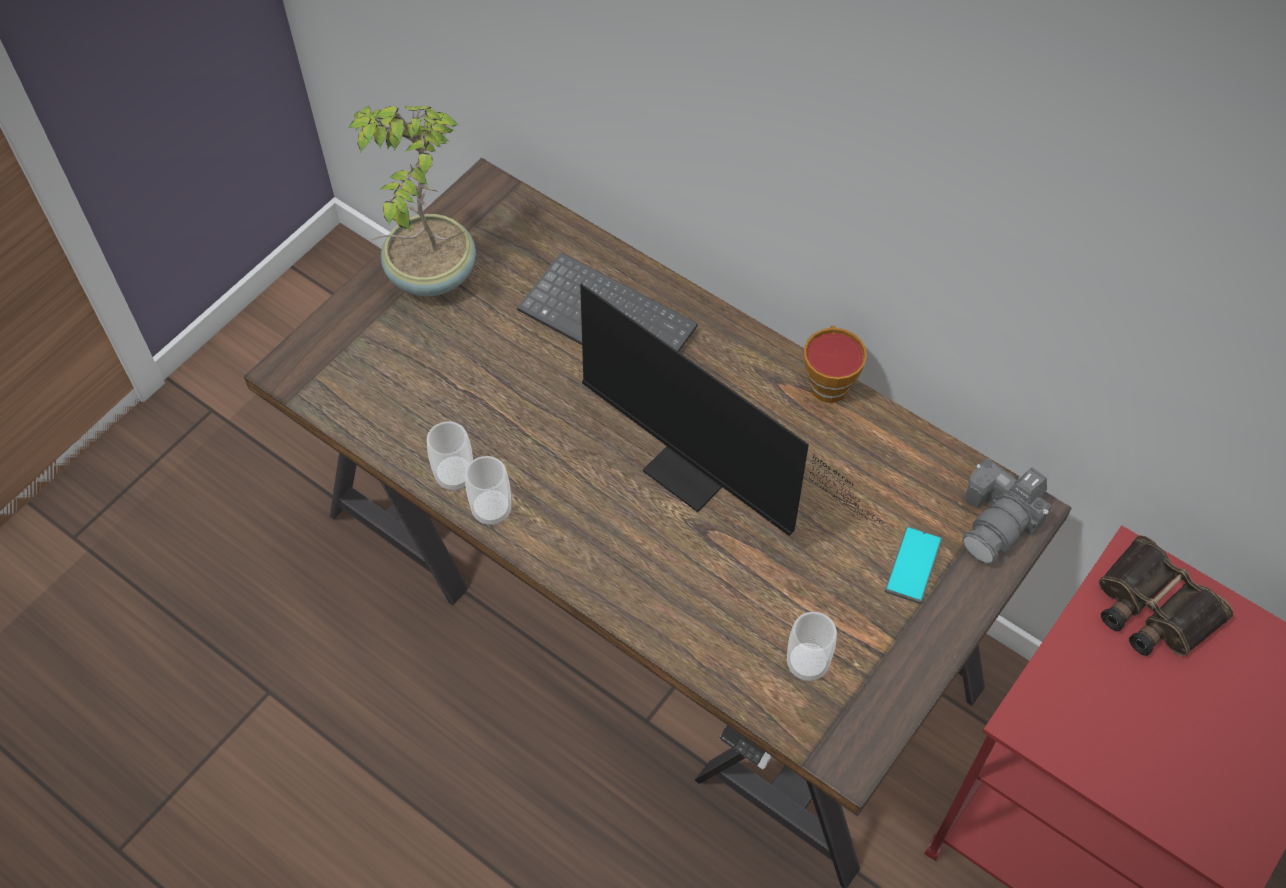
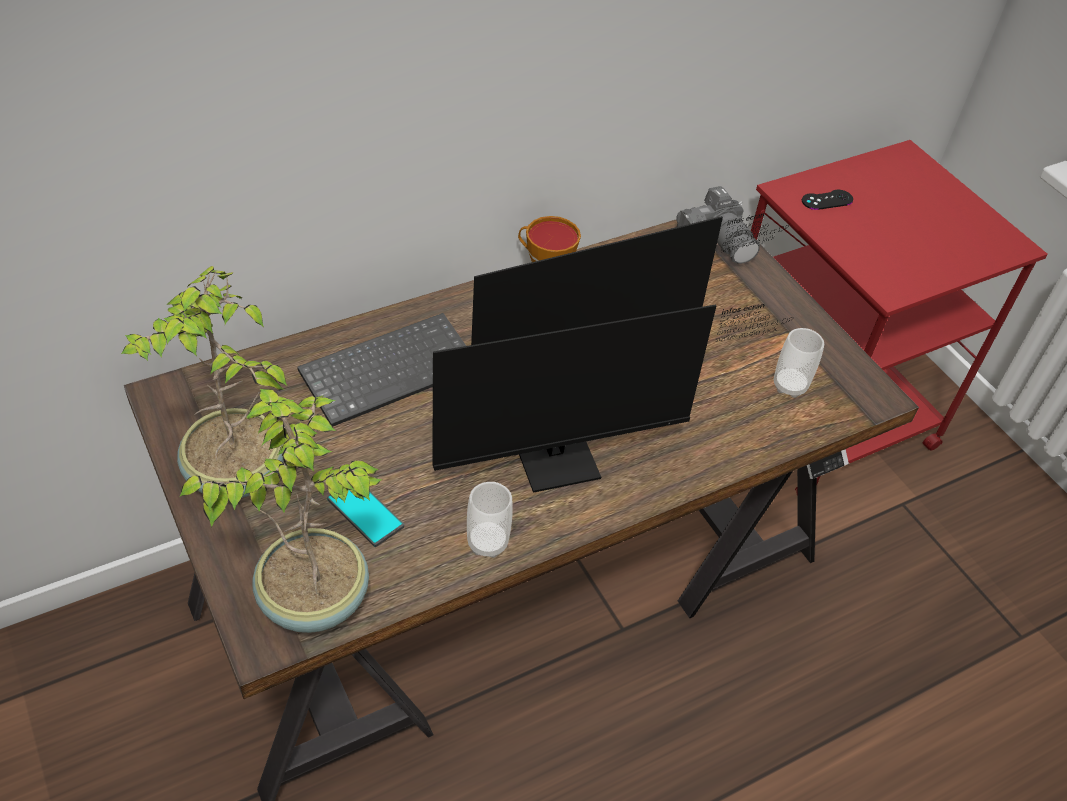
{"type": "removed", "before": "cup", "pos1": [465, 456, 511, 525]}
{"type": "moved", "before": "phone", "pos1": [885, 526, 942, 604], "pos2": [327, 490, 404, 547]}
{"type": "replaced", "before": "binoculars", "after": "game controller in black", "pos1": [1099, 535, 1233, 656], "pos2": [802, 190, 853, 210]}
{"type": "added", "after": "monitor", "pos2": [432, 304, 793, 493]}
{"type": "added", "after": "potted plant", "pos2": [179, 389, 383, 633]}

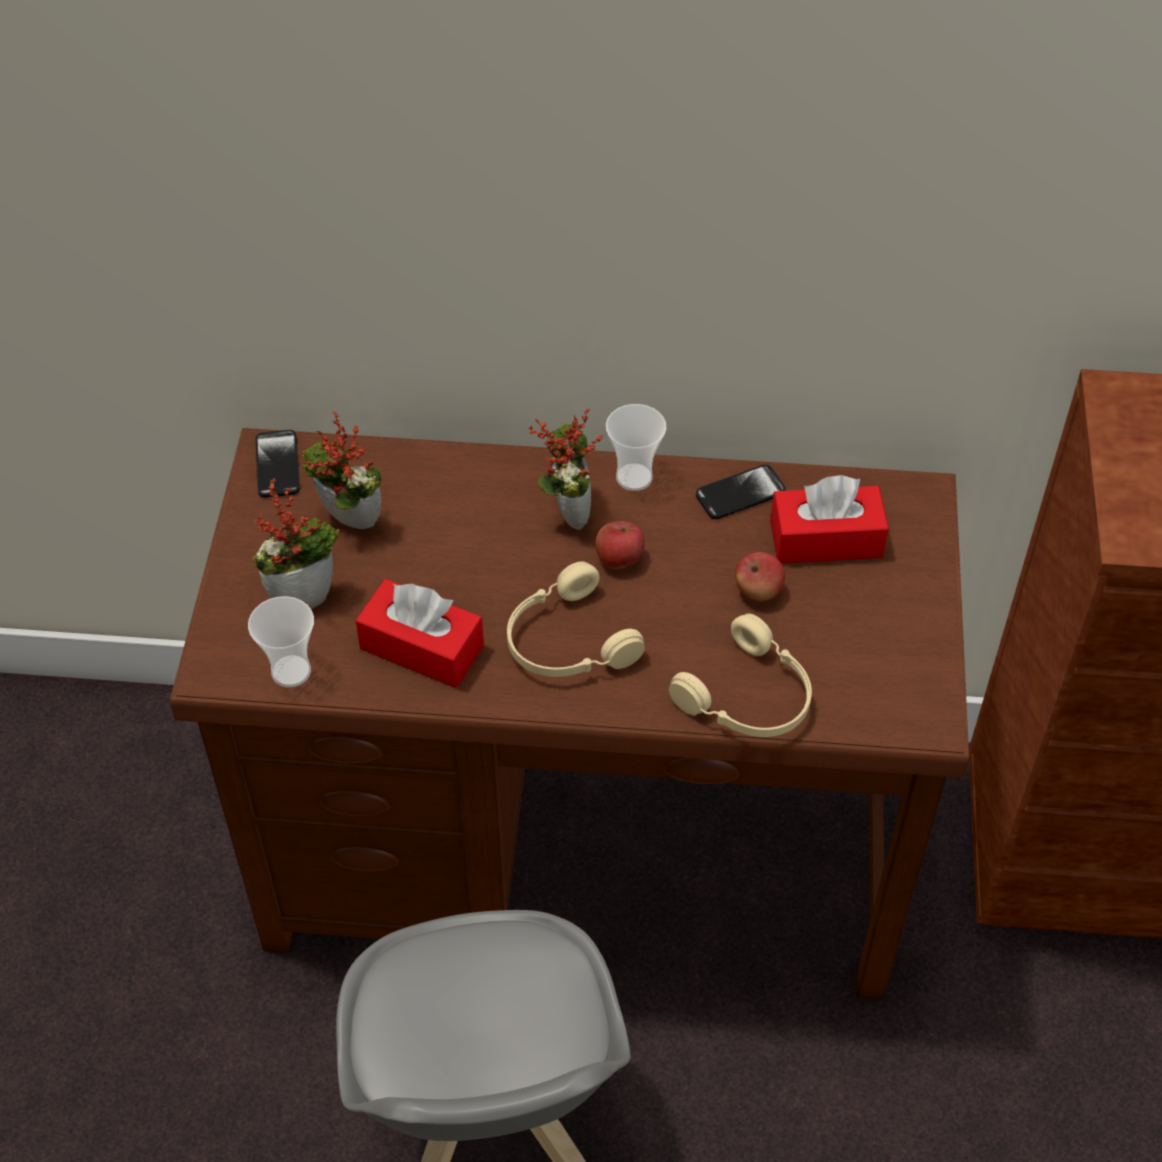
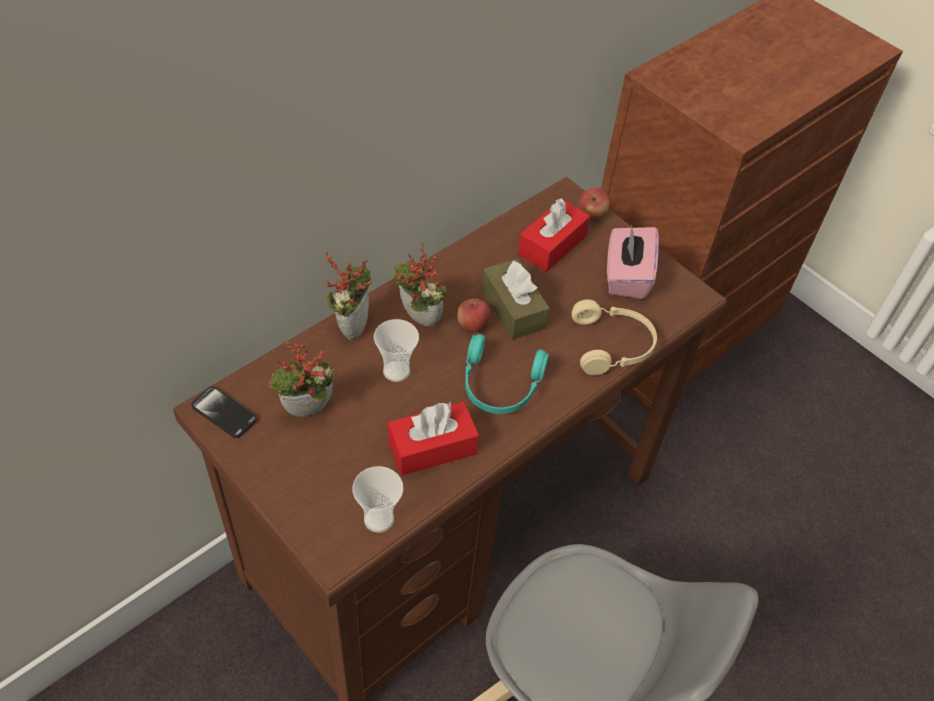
{"type": "moved", "before": "cup", "pos1": [606, 404, 666, 491], "pos2": [374, 319, 419, 382]}
{"type": "removed", "before": "phone", "pos1": [696, 464, 786, 519]}
{"type": "moved", "before": "potted plant", "pos1": [253, 479, 340, 609], "pos2": [325, 251, 372, 340]}
{"type": "moved", "before": "apple", "pos1": [735, 552, 785, 602], "pos2": [579, 188, 610, 218]}
{"type": "recoloured", "before": "headphones in beige", "after": "headphones in turquoise", "pos1": [507, 561, 645, 677], "pos2": [465, 334, 549, 414]}
{"type": "added", "after": "tissue box in pink", "pos2": [607, 226, 659, 299]}
{"type": "added", "after": "tissue box in brown", "pos2": [482, 259, 550, 340]}

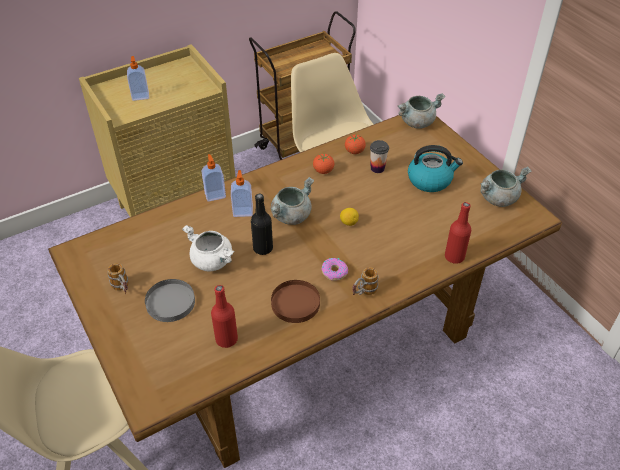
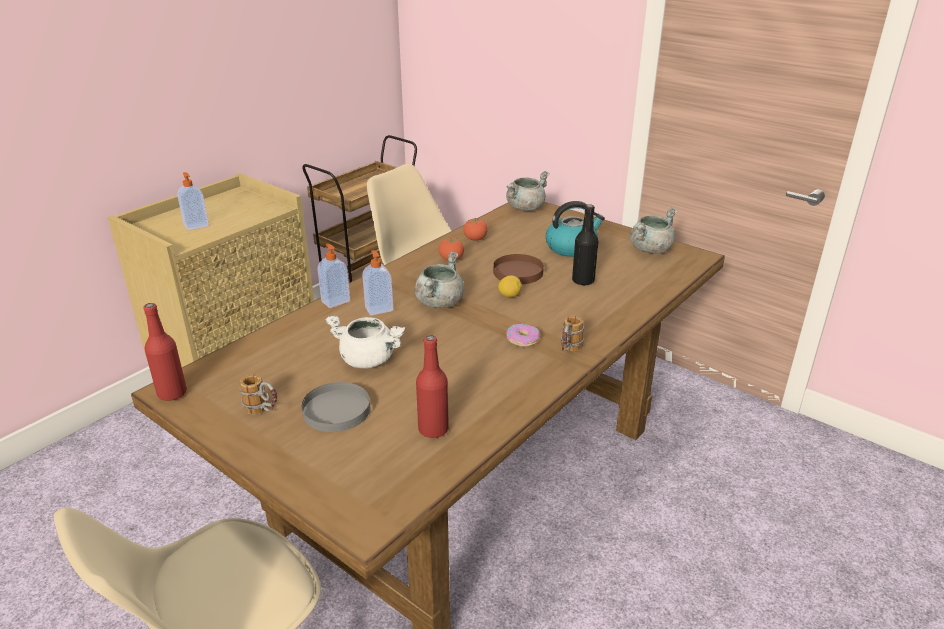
{"type": "removed", "before": "cup", "pos1": [370, 140, 389, 173]}
{"type": "moved", "before": "bottle in black", "pos1": [251, 194, 273, 255], "pos2": [572, 204, 598, 285]}
{"type": "moved", "before": "bottle in red", "pos1": [445, 202, 471, 264], "pos2": [143, 303, 187, 401]}
{"type": "moved", "before": "plate in brown", "pos1": [271, 280, 320, 323], "pos2": [493, 254, 544, 284]}

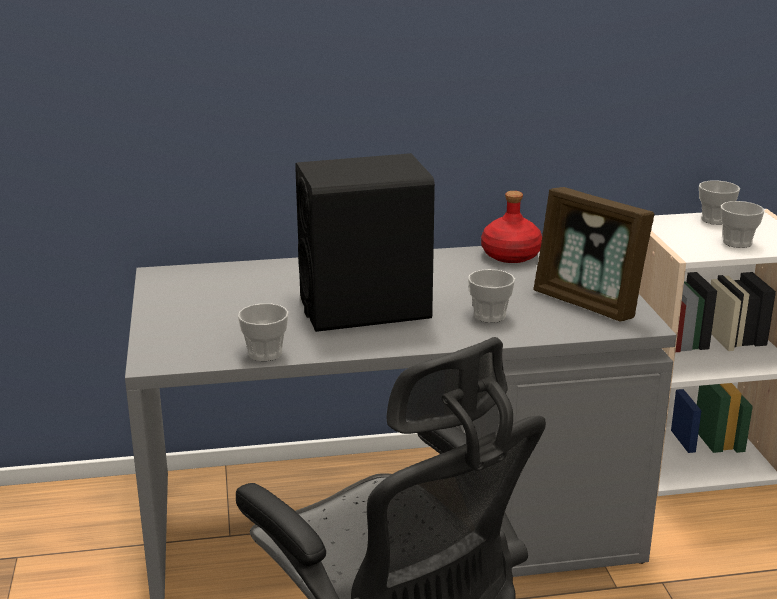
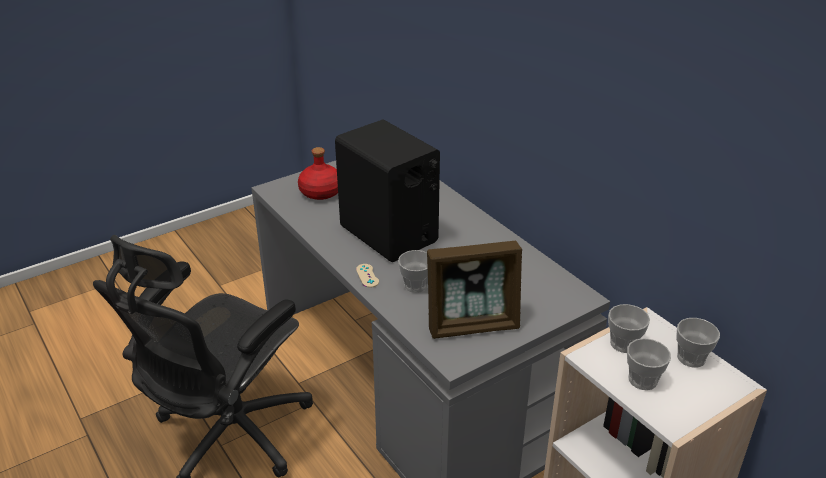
{"type": "turned", "before": "picture frame", "pos1": [533, 187, 655, 322], "pos2": [427, 241, 522, 339], "turn": -120}
{"type": "moved", "before": "bottle in red", "pos1": [481, 191, 542, 263], "pos2": [298, 147, 338, 200]}
{"type": "moved", "before": "cup", "pos1": [238, 303, 289, 361], "pos2": [608, 304, 650, 353]}
{"type": "added", "after": "game controller in beige", "pos2": [356, 264, 379, 288]}

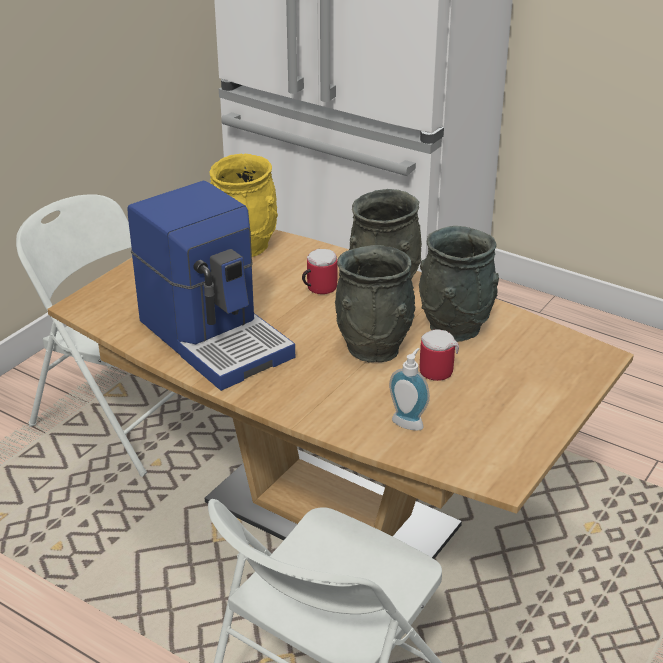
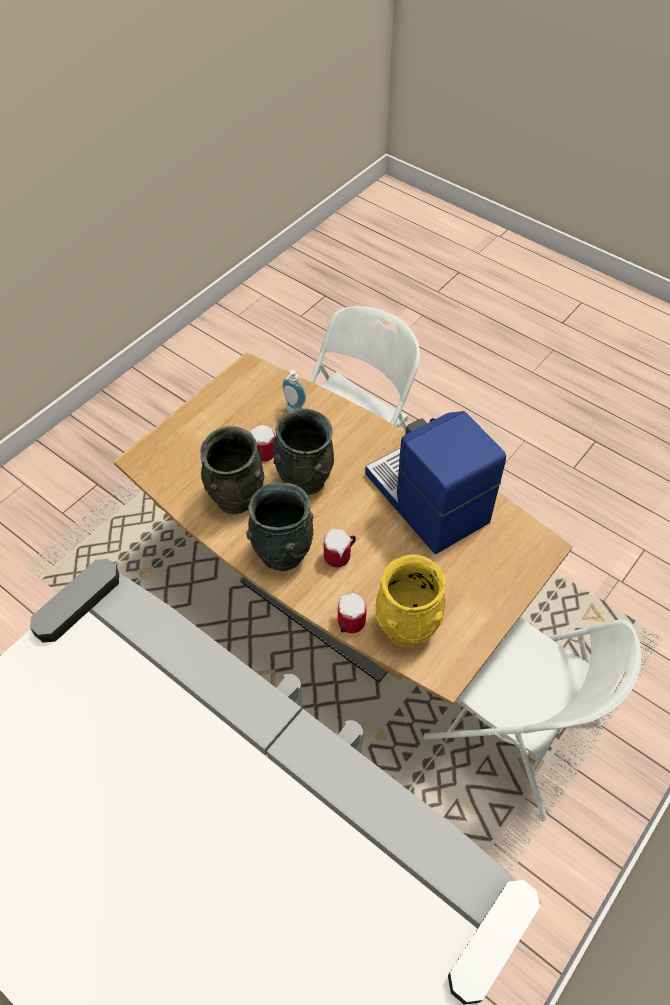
{"type": "added", "after": "mug", "pos2": [338, 593, 366, 633]}

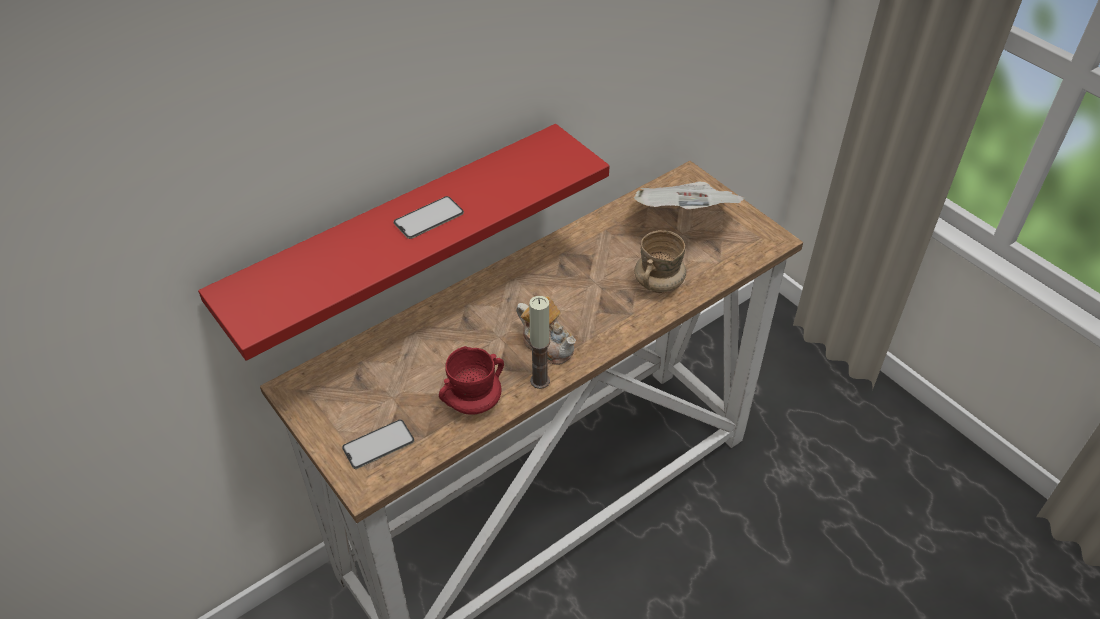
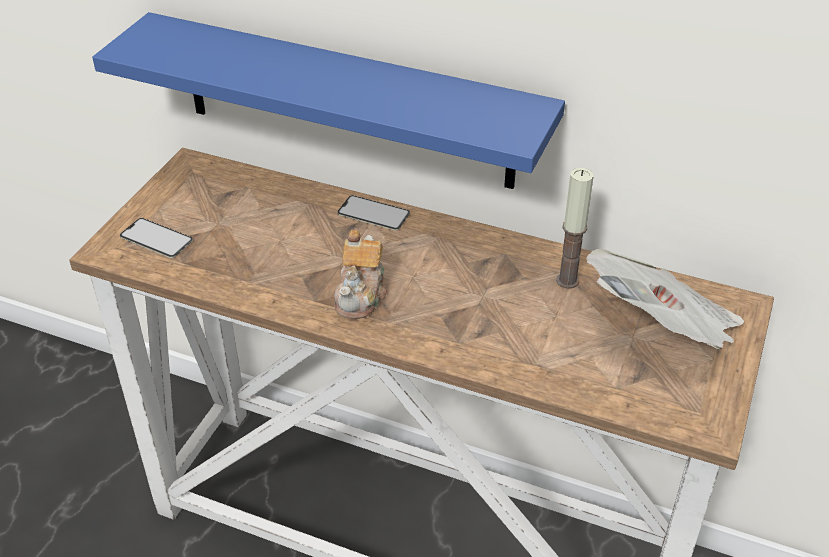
{"type": "recoloured", "before": "shelf in red", "after": "shelf in blue", "pos1": [198, 124, 609, 361], "pos2": [92, 12, 565, 189]}
{"type": "moved", "before": "phone", "pos1": [393, 196, 464, 239], "pos2": [337, 195, 410, 231]}
{"type": "removed", "before": "mug in beige", "pos1": [634, 230, 686, 293]}
{"type": "moved", "before": "candle", "pos1": [529, 296, 550, 389], "pos2": [556, 168, 594, 289]}
{"type": "removed", "before": "mug in red", "pos1": [439, 346, 504, 415]}

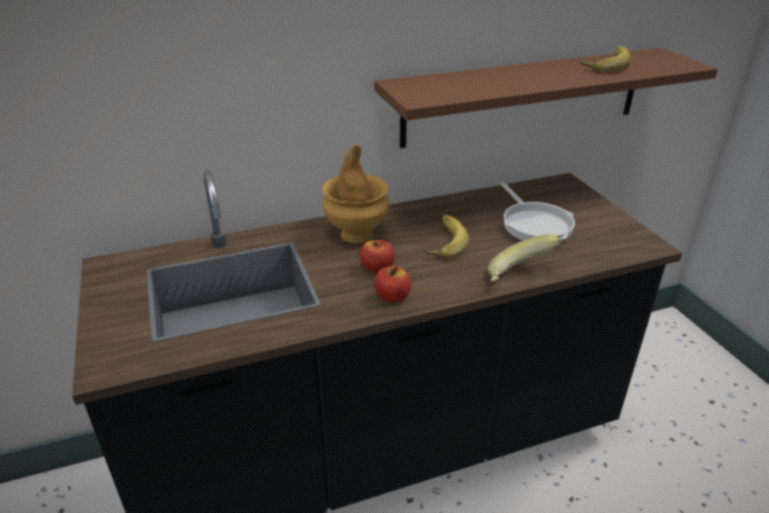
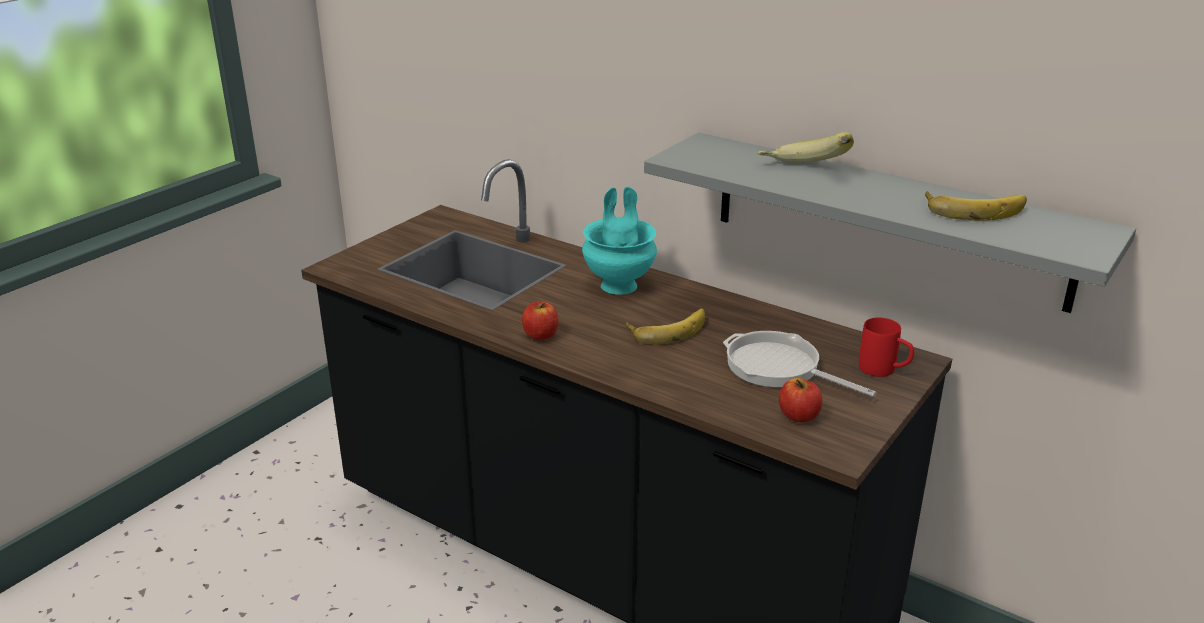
{"type": "recoloured", "before": "shelf in brown", "after": "shelf in grey", "pos1": [374, 48, 718, 148], "pos2": [644, 132, 1136, 313]}
{"type": "recoloured", "before": "vase in brown", "after": "vase in turquoise", "pos1": [322, 145, 389, 243], "pos2": [582, 186, 657, 295]}
{"type": "turned", "before": "frying pan", "pos1": [500, 182, 575, 242], "pos2": [723, 331, 876, 397], "turn": 90}
{"type": "moved", "before": "banana", "pos1": [488, 234, 561, 282], "pos2": [758, 132, 854, 163]}
{"type": "moved", "before": "apple", "pos1": [360, 240, 395, 273], "pos2": [779, 378, 822, 423]}
{"type": "added", "after": "mug in red", "pos2": [859, 317, 914, 377]}

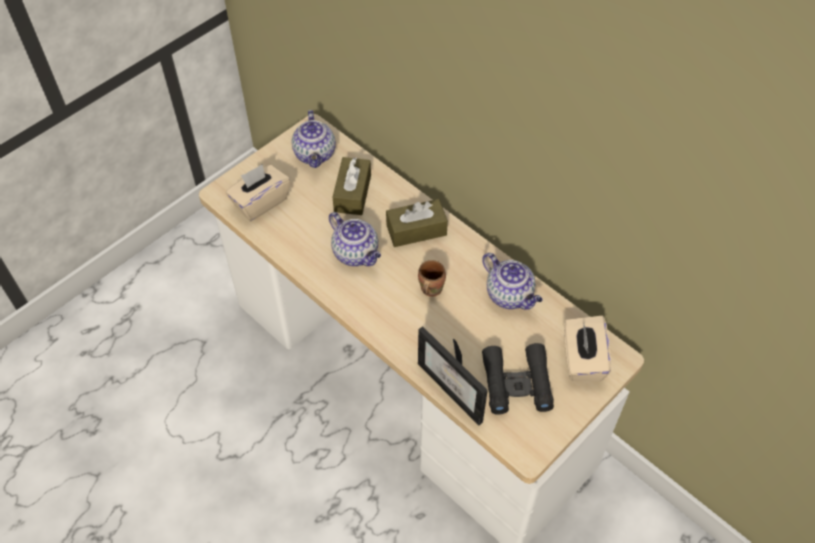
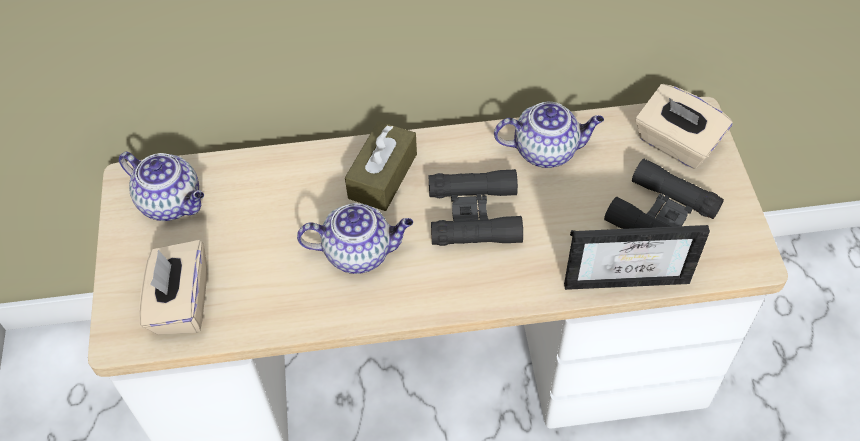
{"type": "removed", "before": "tissue box in brown", "pos1": [332, 157, 371, 215]}
{"type": "replaced", "before": "mug in brown", "after": "binoculars in black", "pos1": [418, 260, 446, 297], "pos2": [428, 169, 523, 246]}

